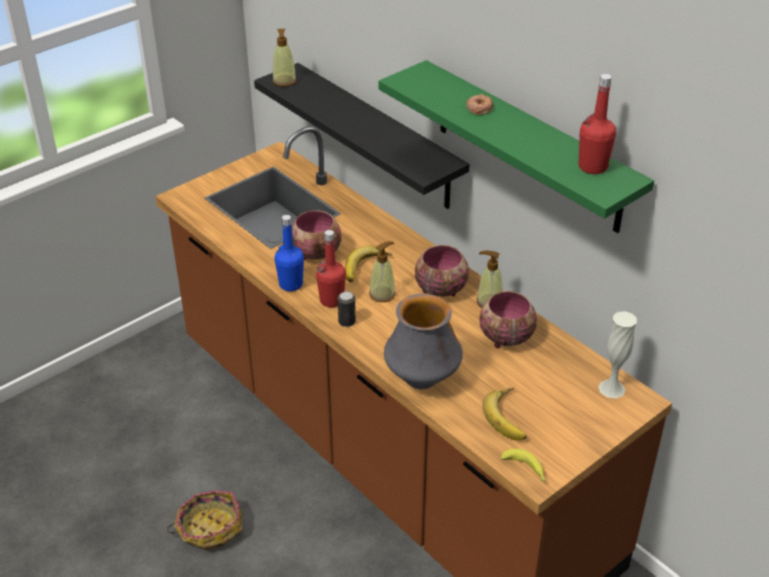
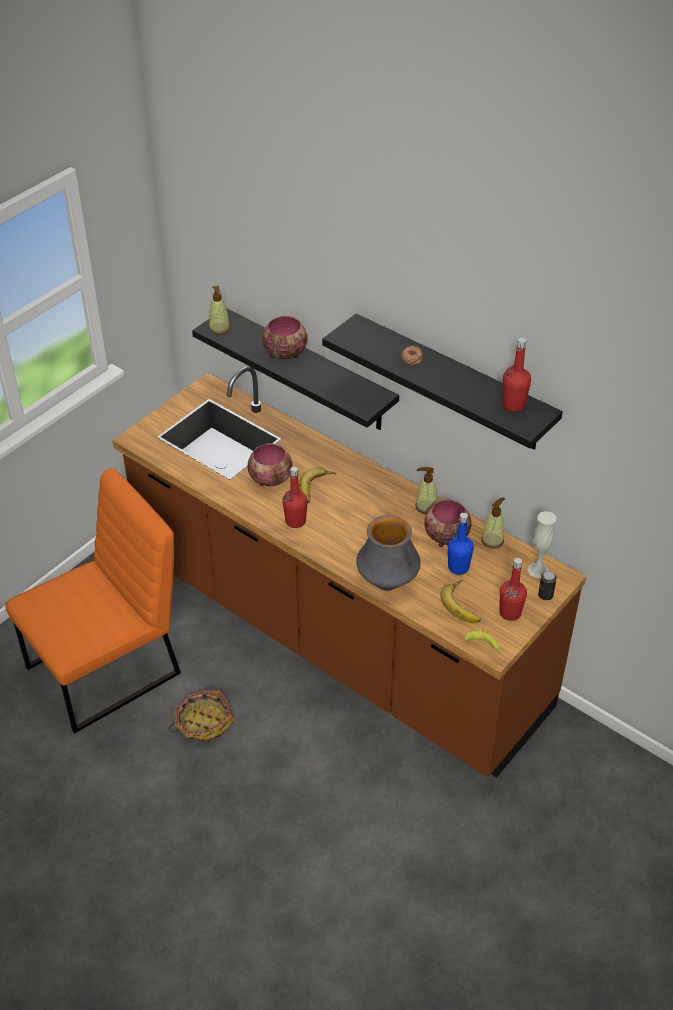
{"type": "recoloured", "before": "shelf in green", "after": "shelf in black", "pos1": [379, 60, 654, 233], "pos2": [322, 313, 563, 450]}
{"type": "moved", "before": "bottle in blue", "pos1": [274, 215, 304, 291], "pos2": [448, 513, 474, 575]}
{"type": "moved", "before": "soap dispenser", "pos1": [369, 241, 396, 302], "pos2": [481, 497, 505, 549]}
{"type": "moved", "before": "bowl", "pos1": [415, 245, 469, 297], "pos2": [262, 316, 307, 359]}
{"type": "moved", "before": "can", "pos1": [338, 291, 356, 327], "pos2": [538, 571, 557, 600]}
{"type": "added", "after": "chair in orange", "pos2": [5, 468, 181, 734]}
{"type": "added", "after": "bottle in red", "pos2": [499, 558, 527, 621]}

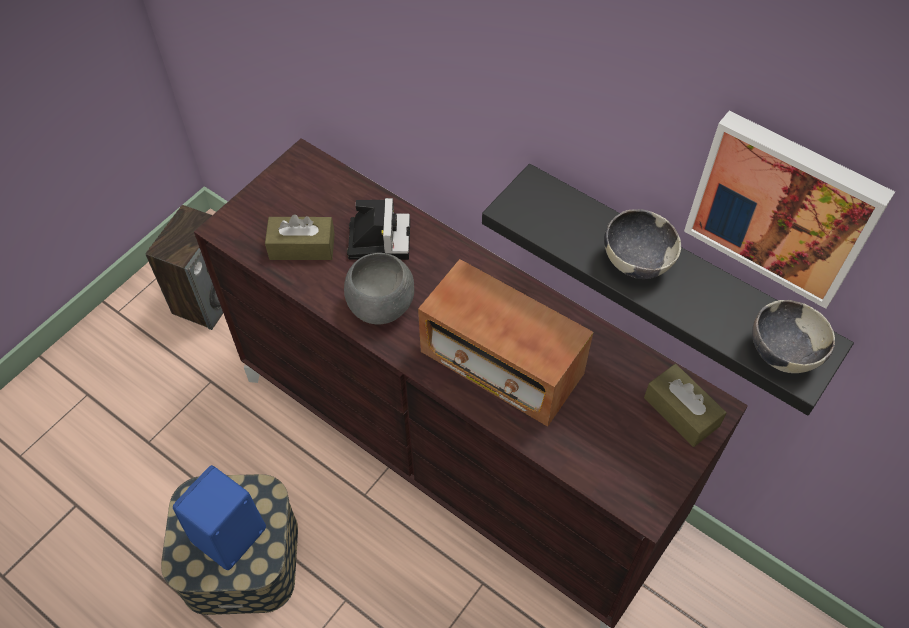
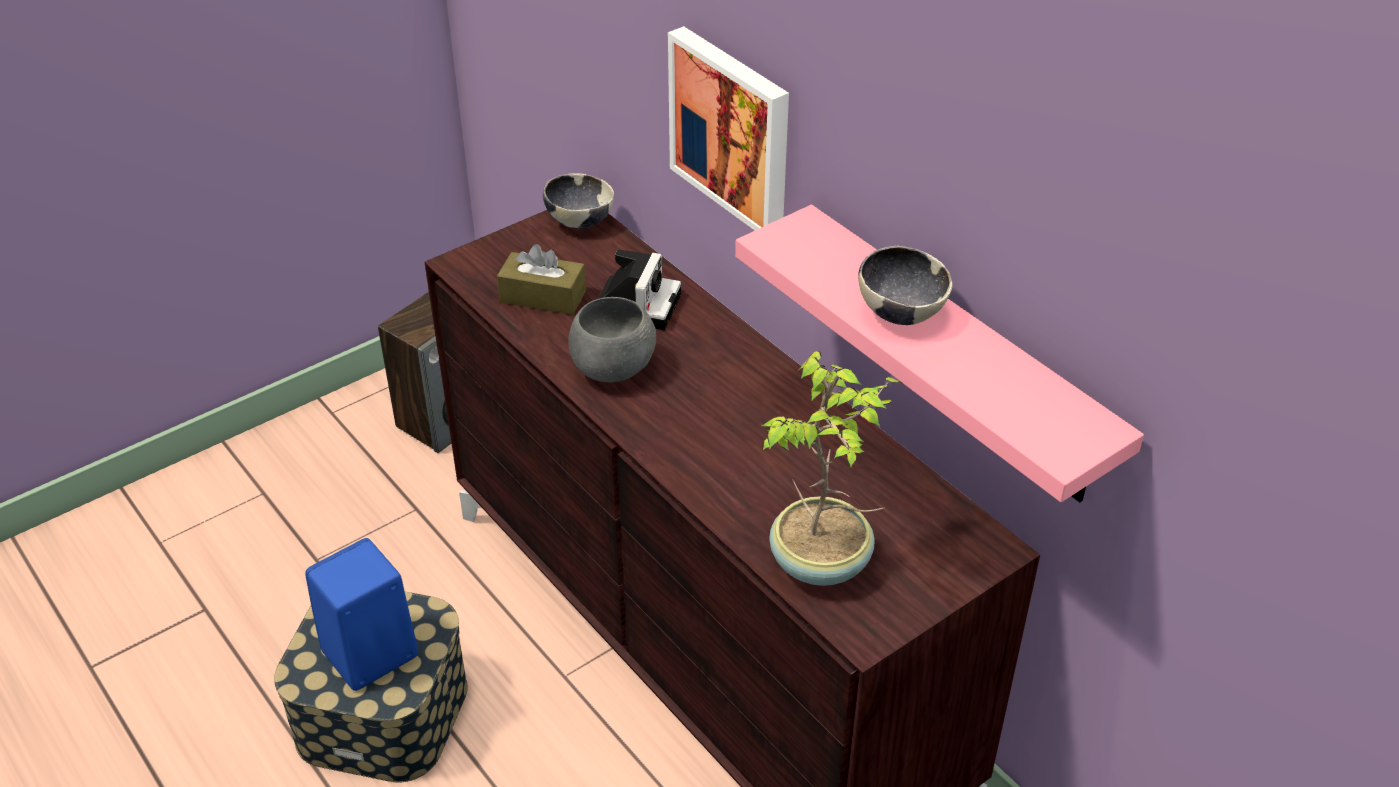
{"type": "moved", "before": "picture", "pos1": [684, 111, 895, 309], "pos2": [668, 26, 789, 230]}
{"type": "recoloured", "before": "shelf in black", "after": "shelf in pink", "pos1": [482, 164, 854, 416], "pos2": [735, 205, 1144, 502]}
{"type": "removed", "before": "radio", "pos1": [418, 259, 593, 427]}
{"type": "moved", "before": "bowl", "pos1": [752, 300, 835, 373], "pos2": [543, 173, 614, 229]}
{"type": "removed", "before": "tissue box in brown", "pos1": [644, 364, 727, 447]}
{"type": "added", "after": "potted plant", "pos2": [761, 351, 902, 586]}

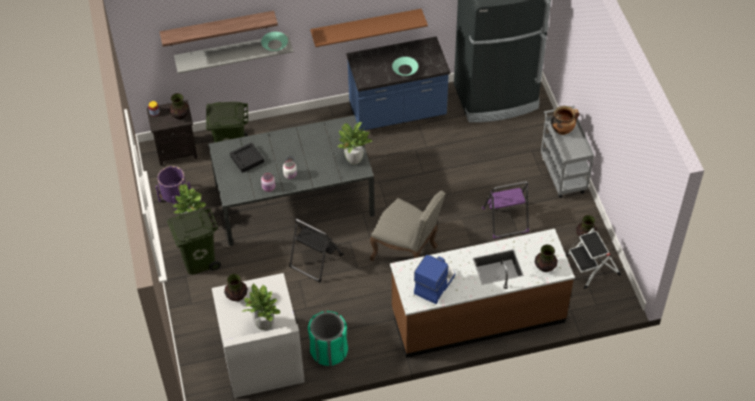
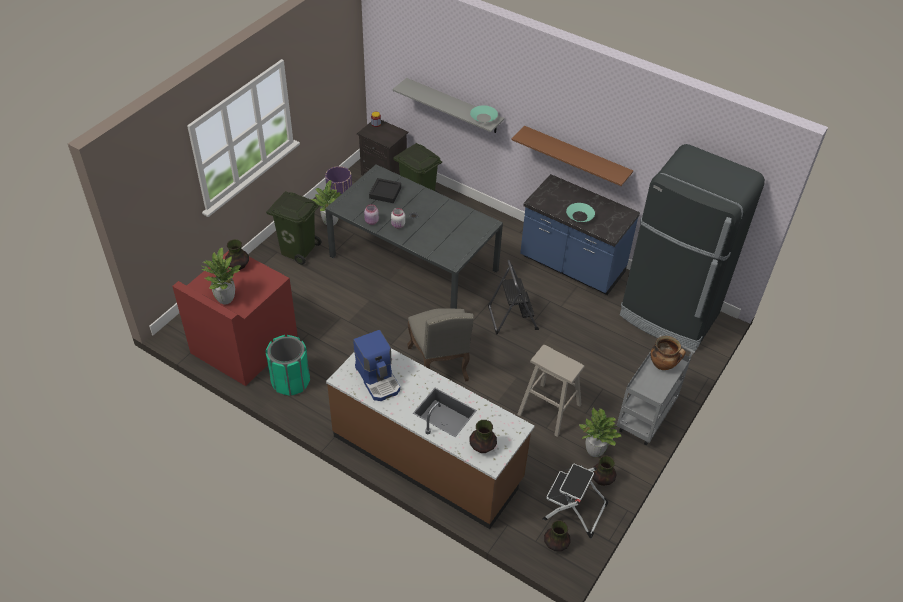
{"type": "removed", "before": "shelf", "pos1": [160, 11, 278, 47]}
{"type": "moved", "before": "vase", "pos1": [169, 93, 190, 119], "pos2": [544, 520, 571, 551]}
{"type": "moved", "before": "potted plant", "pos1": [337, 122, 372, 165], "pos2": [579, 407, 621, 457]}
{"type": "replaced", "before": "step ladder in purple", "after": "stool in beige", "pos1": [482, 181, 529, 239], "pos2": [517, 345, 585, 437]}
{"type": "moved", "before": "step ladder in black", "pos1": [289, 218, 344, 283], "pos2": [488, 260, 539, 334]}
{"type": "turned", "before": "coffee machine", "pos1": [414, 255, 455, 304], "pos2": [353, 330, 400, 401], "turn": 75}
{"type": "recoloured", "before": "washing machine in white", "after": "washing machine in red", "pos1": [212, 273, 305, 398], "pos2": [172, 251, 298, 386]}

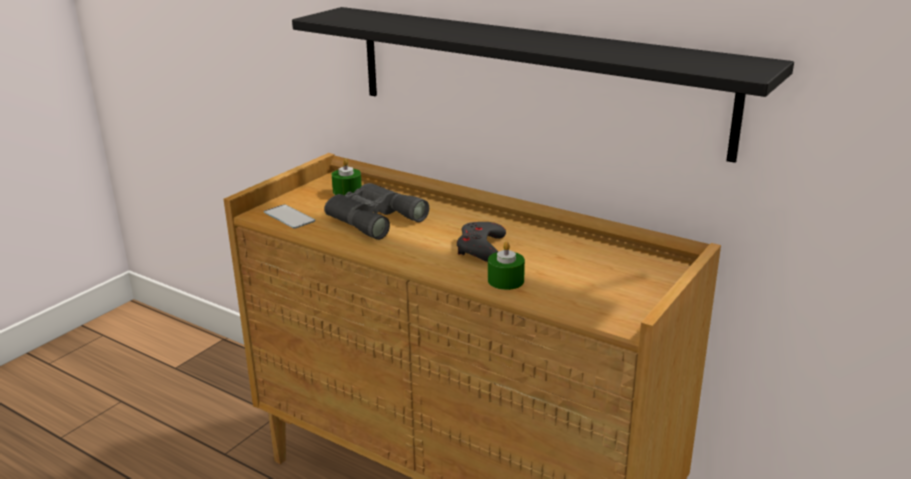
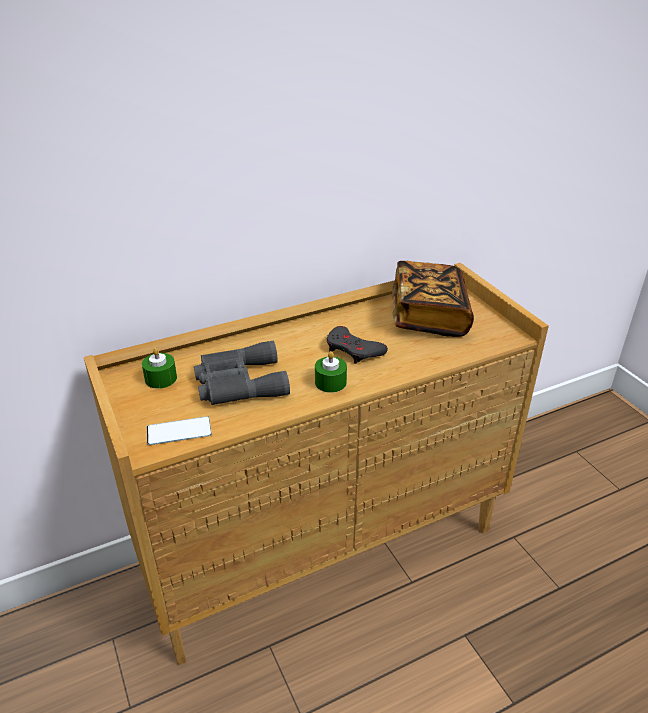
{"type": "removed", "before": "shelf in black", "pos1": [292, 7, 794, 163]}
{"type": "moved", "before": "candle in green", "pos1": [488, 241, 525, 290], "pos2": [315, 351, 347, 393]}
{"type": "added", "after": "book", "pos2": [392, 261, 474, 337]}

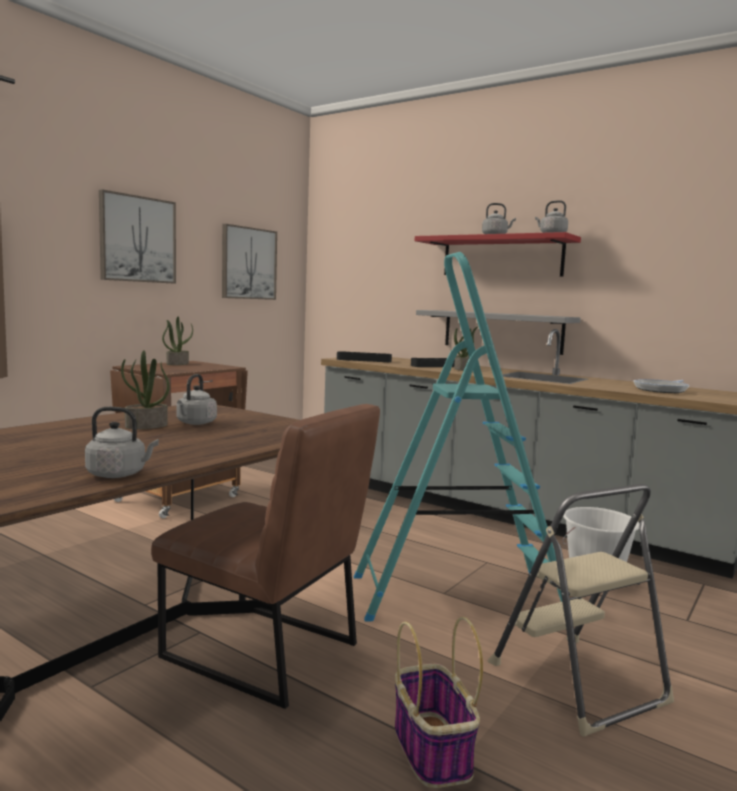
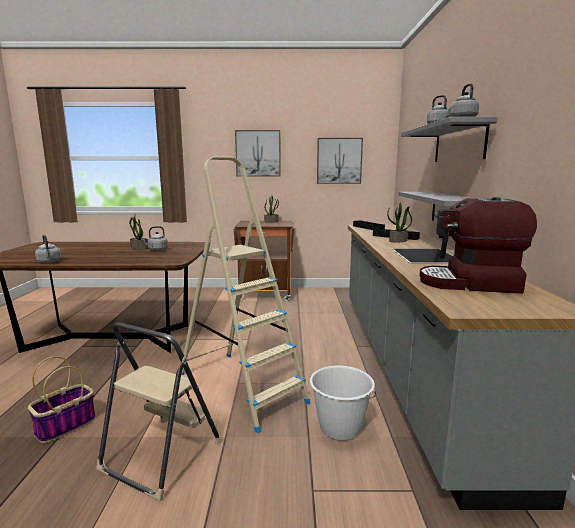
{"type": "recoloured", "before": "shelf in red", "after": "shelf in grey", "pos1": [415, 232, 581, 277], "pos2": [401, 117, 498, 162]}
{"type": "recoloured", "before": "step ladder in turquoise", "after": "step ladder in beige", "pos1": [354, 252, 562, 622], "pos2": [181, 156, 311, 433]}
{"type": "replaced", "before": "frying pan", "after": "coffee machine", "pos1": [633, 379, 689, 393], "pos2": [419, 197, 537, 293]}
{"type": "removed", "before": "chair in brown", "pos1": [151, 404, 380, 709]}

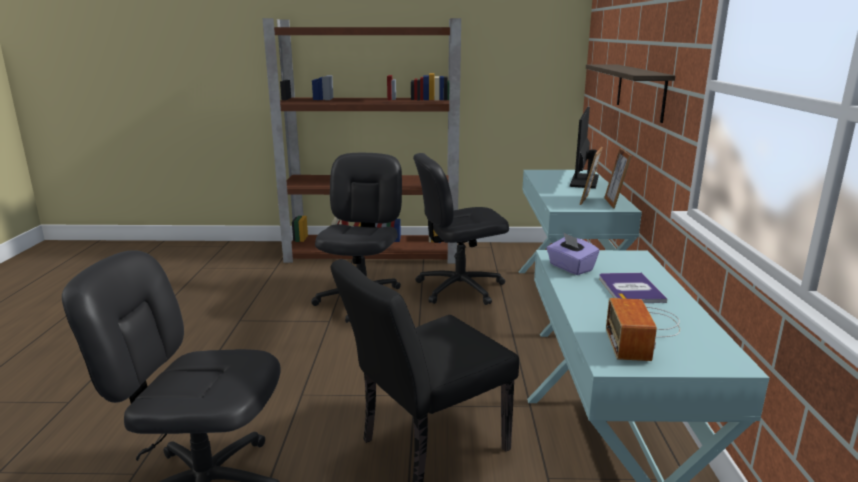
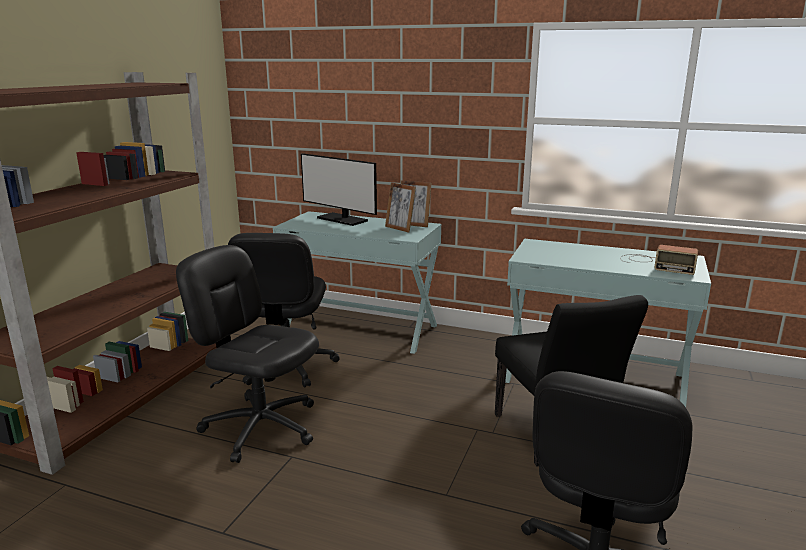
{"type": "removed", "before": "shelf", "pos1": [586, 64, 676, 123]}
{"type": "removed", "before": "tissue box in purple", "pos1": [546, 232, 599, 275]}
{"type": "removed", "before": "book", "pos1": [599, 273, 667, 303]}

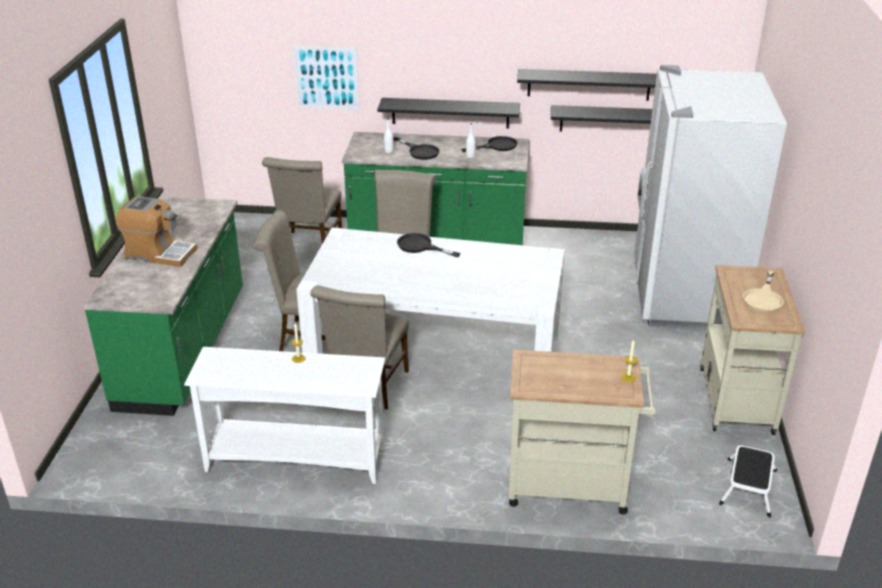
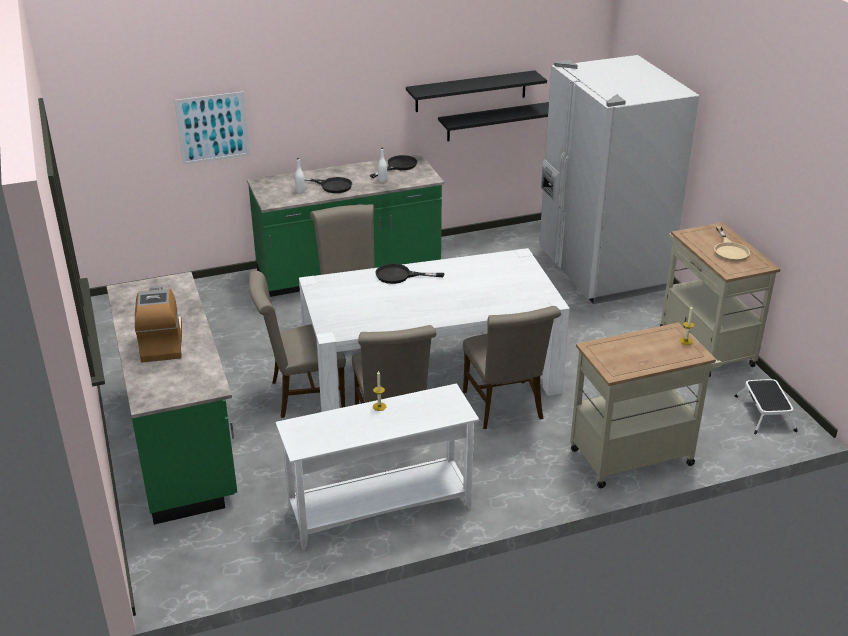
{"type": "removed", "before": "shelf in black", "pos1": [377, 98, 520, 128]}
{"type": "moved", "before": "chair in beige", "pos1": [262, 157, 342, 244], "pos2": [463, 306, 561, 429]}
{"type": "turned", "before": "coffee machine", "pos1": [116, 196, 197, 267], "pos2": [135, 286, 182, 362], "turn": -90}

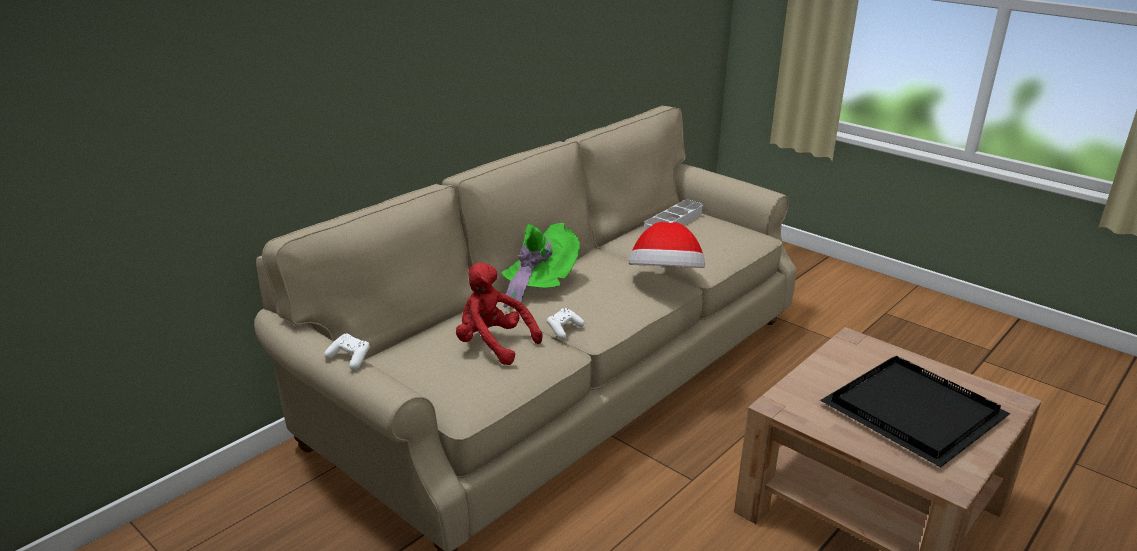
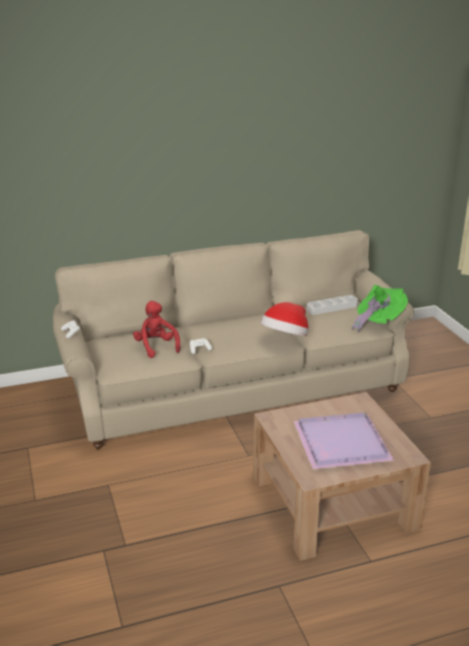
{"type": "moved", "before": "hat in green", "pos1": [501, 223, 580, 308], "pos2": [352, 285, 408, 332]}
{"type": "recoloured", "before": "tray in black", "after": "tray in purple", "pos1": [820, 356, 1010, 468], "pos2": [293, 412, 394, 470]}

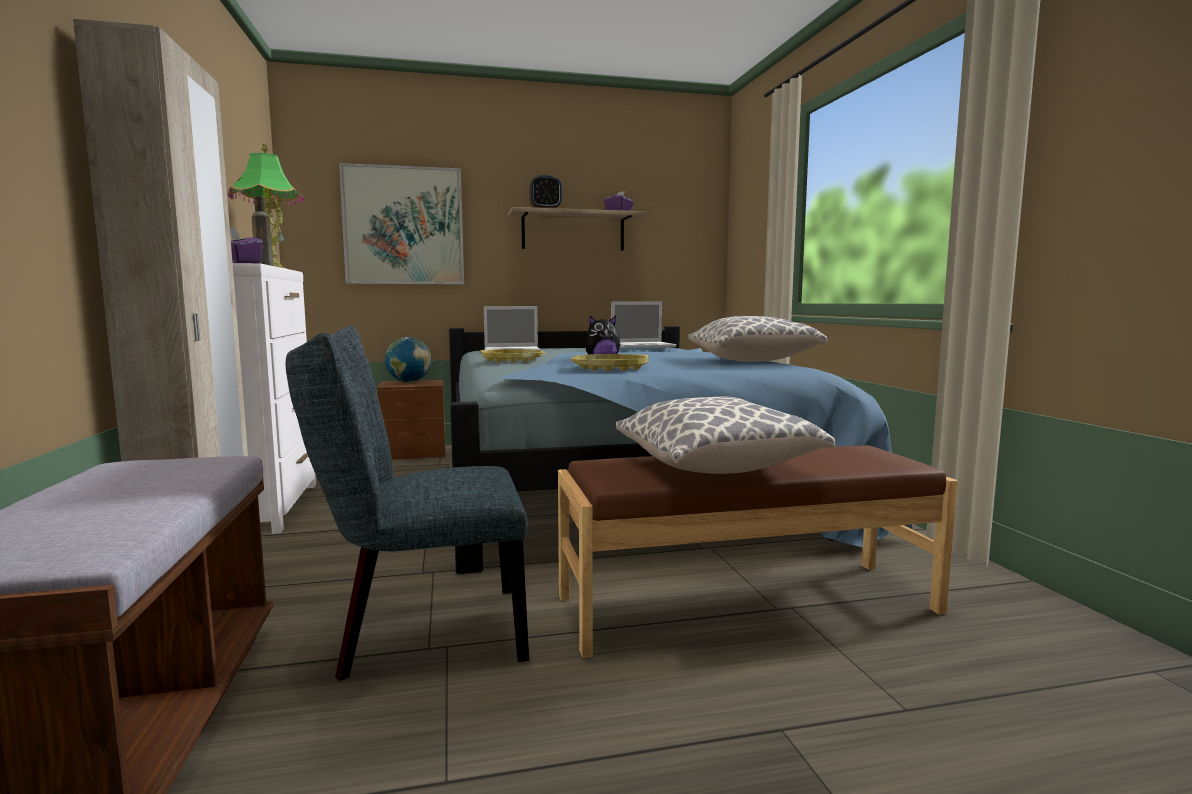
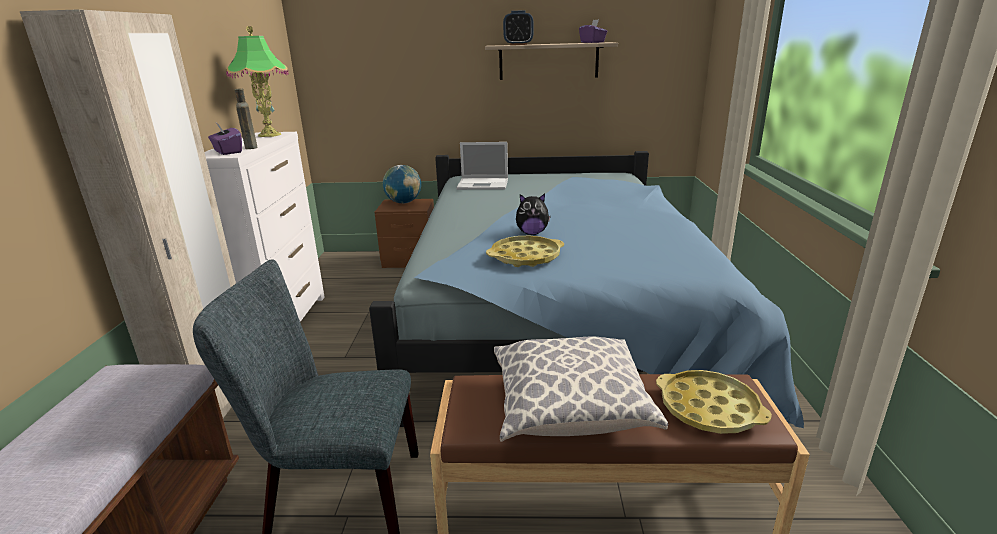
{"type": "removed", "before": "picture", "pos1": [339, 163, 464, 284]}
{"type": "removed", "before": "laptop", "pos1": [611, 302, 676, 348]}
{"type": "removed", "before": "pillow", "pos1": [688, 316, 827, 362]}
{"type": "moved", "before": "tray in yellow", "pos1": [480, 349, 546, 363], "pos2": [656, 370, 772, 434]}

